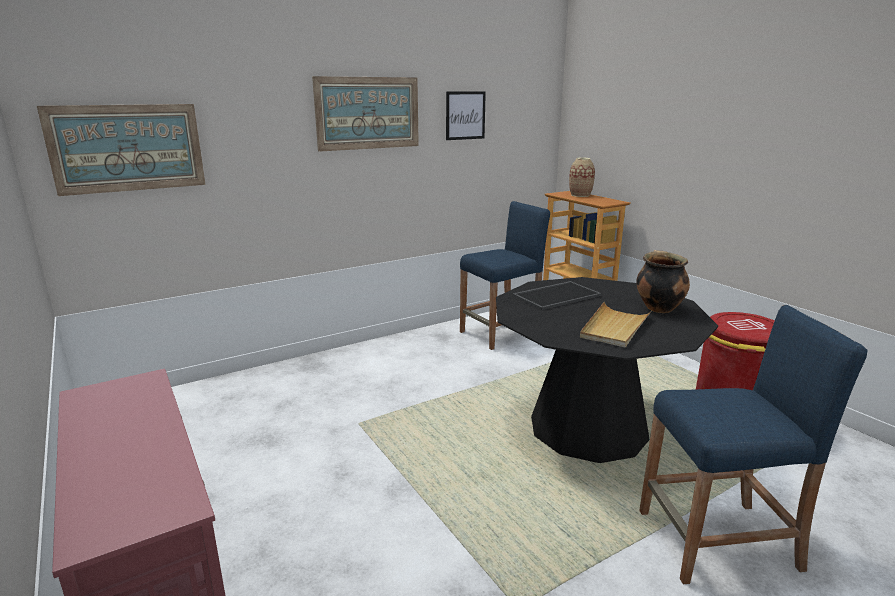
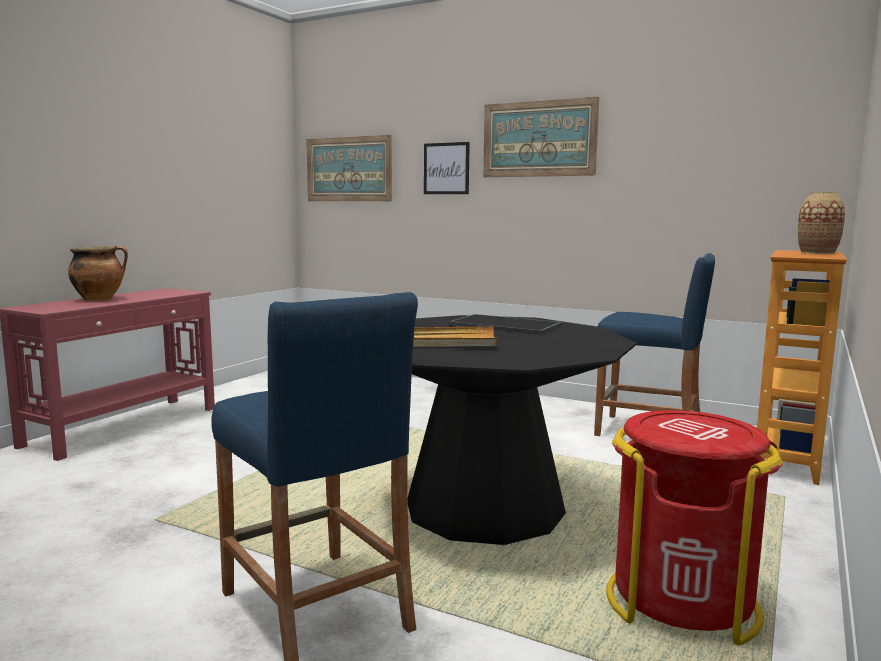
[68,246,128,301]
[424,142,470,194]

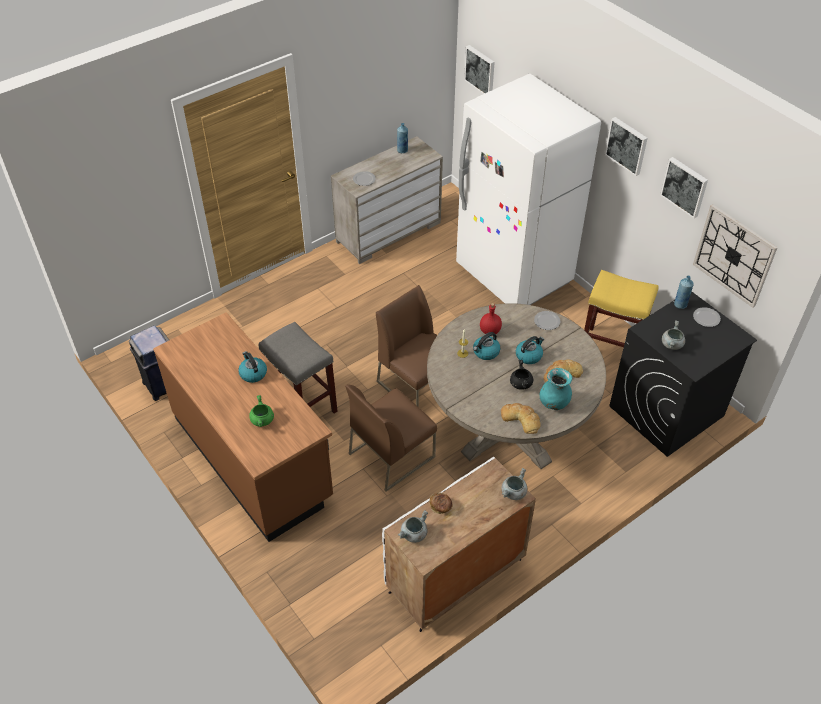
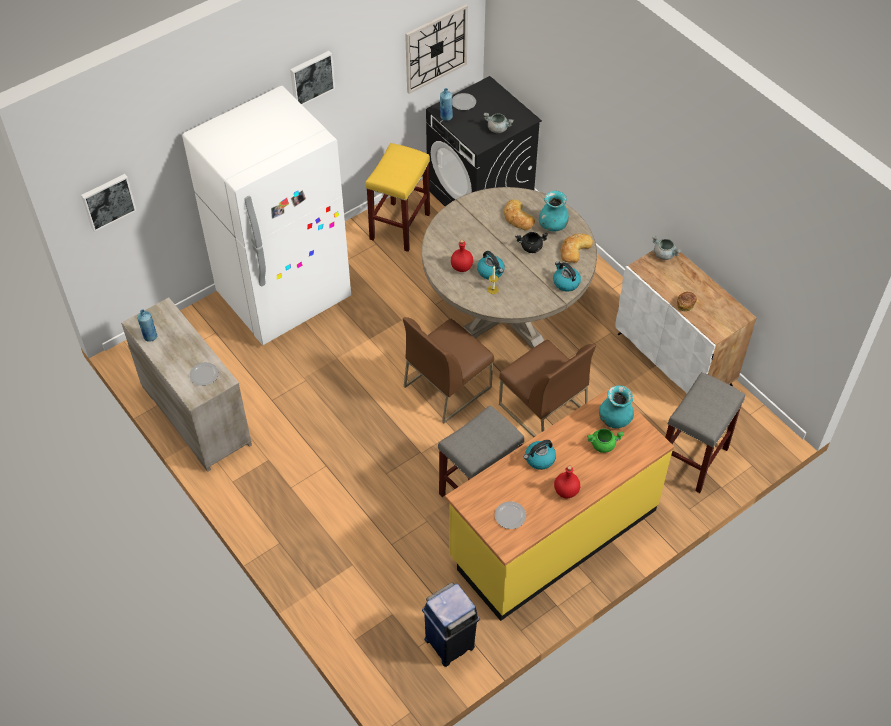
[445,386,674,621]
[495,502,526,529]
[553,261,581,291]
[554,466,580,498]
[599,385,634,428]
[665,372,745,493]
[398,510,428,543] (first image)
[660,157,708,218] (first image)

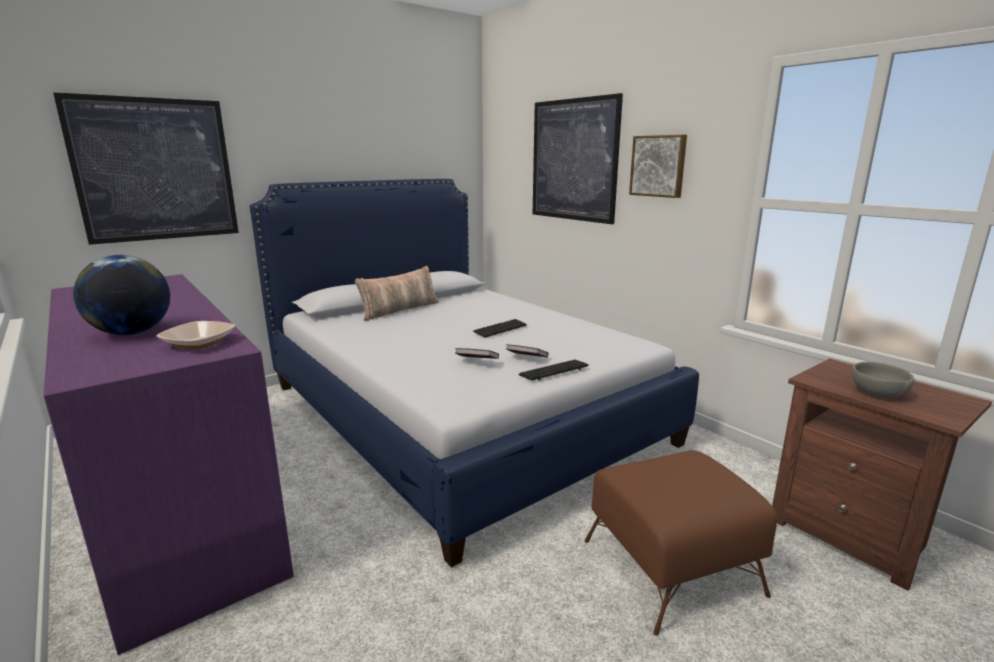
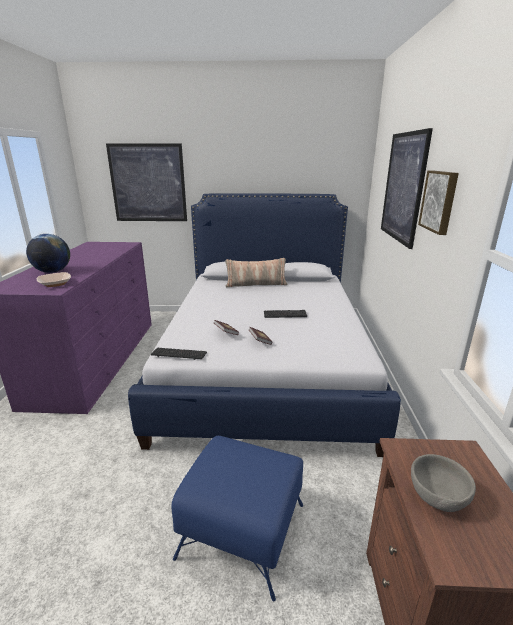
[151,348,207,360]
[171,436,303,601]

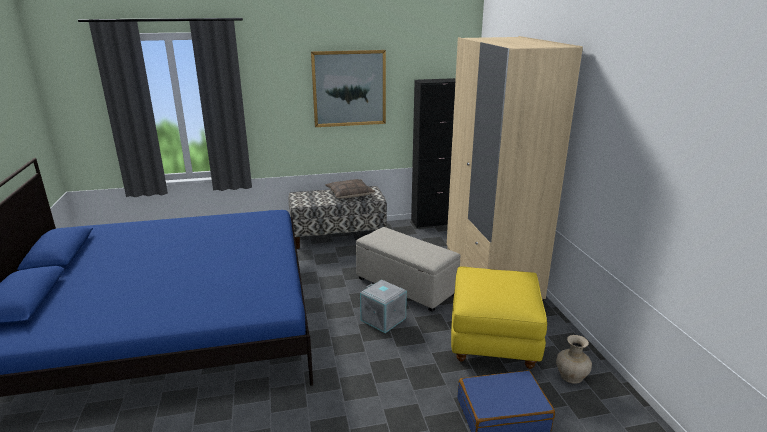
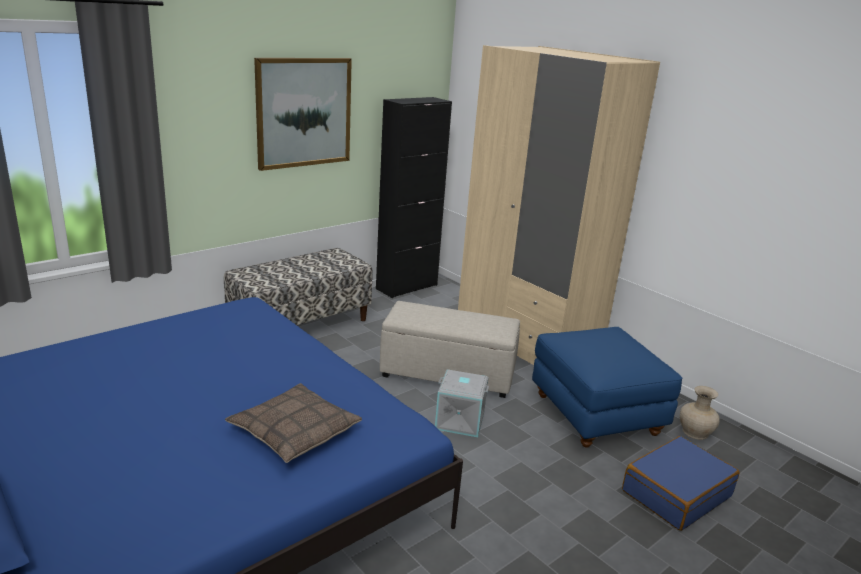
[225,383,362,463]
[532,327,682,448]

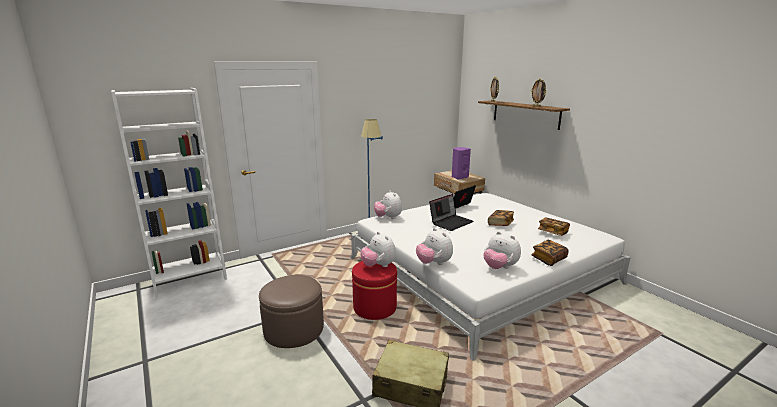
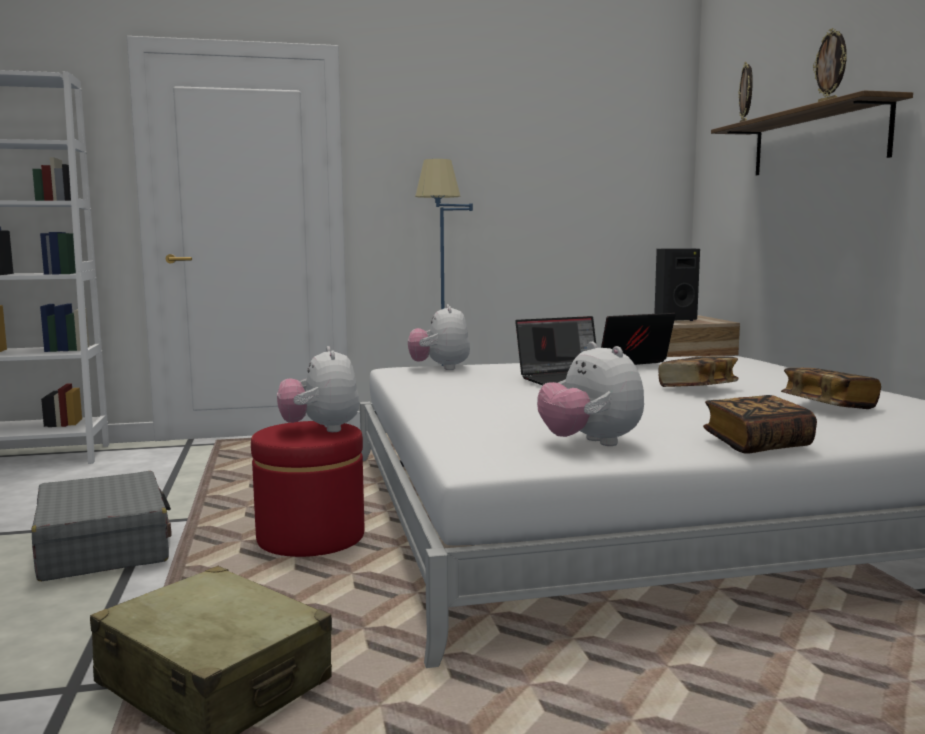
[31,471,171,581]
[654,248,700,321]
[416,228,453,265] (first image)

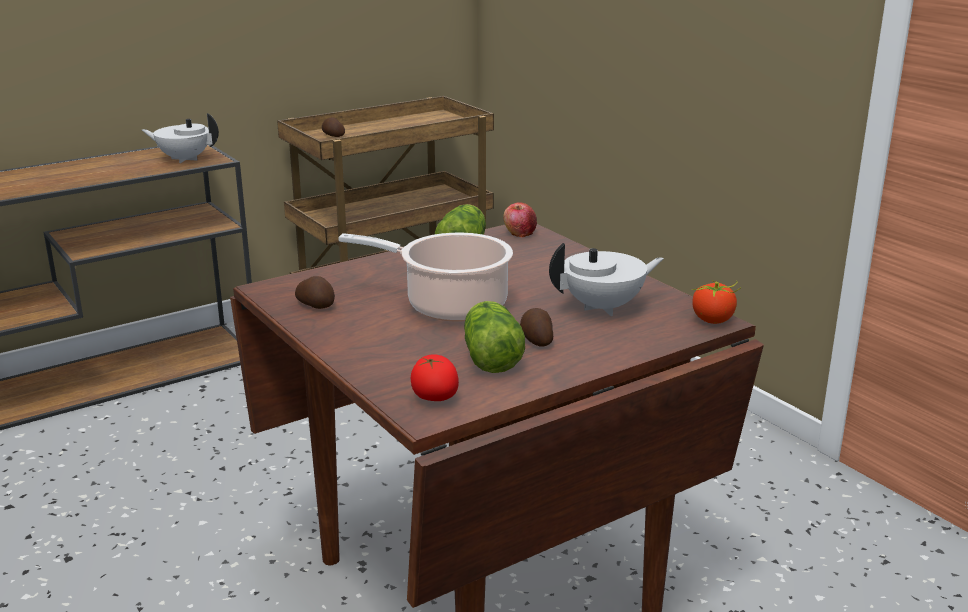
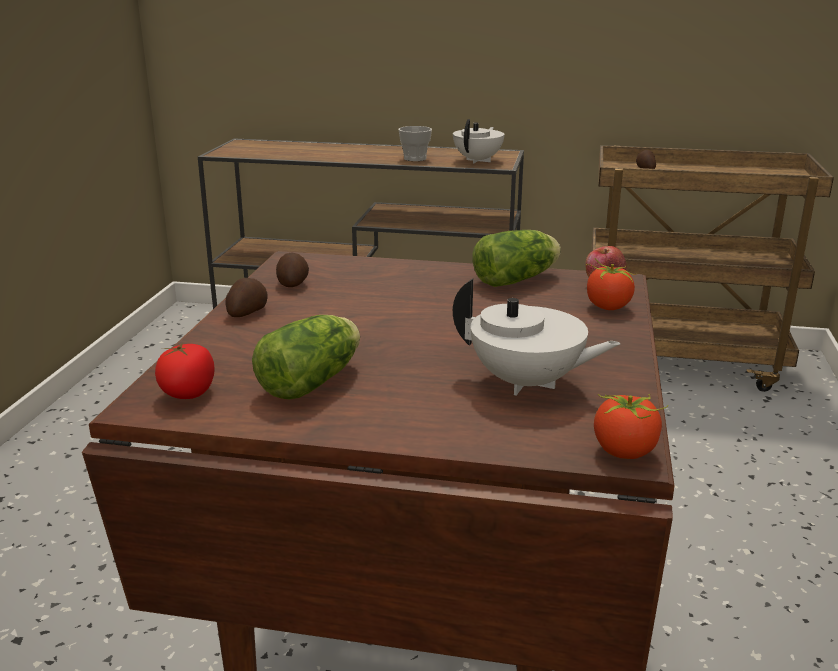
[225,278,268,317]
[399,126,432,161]
[453,119,505,163]
[586,258,636,310]
[338,233,513,321] (first image)

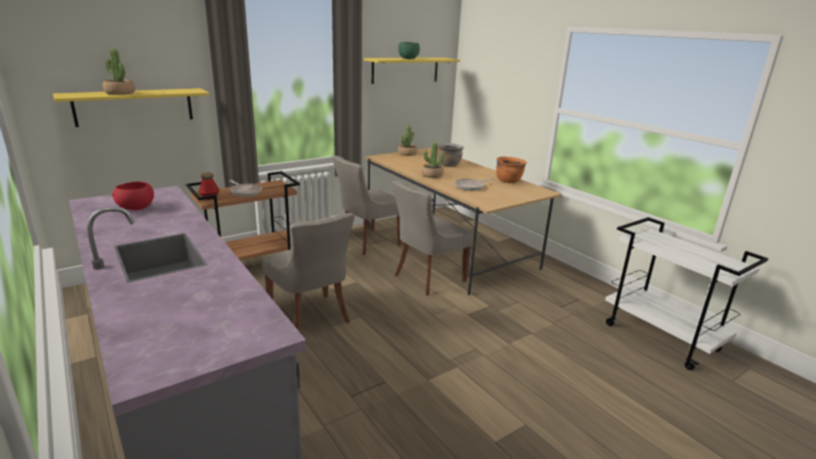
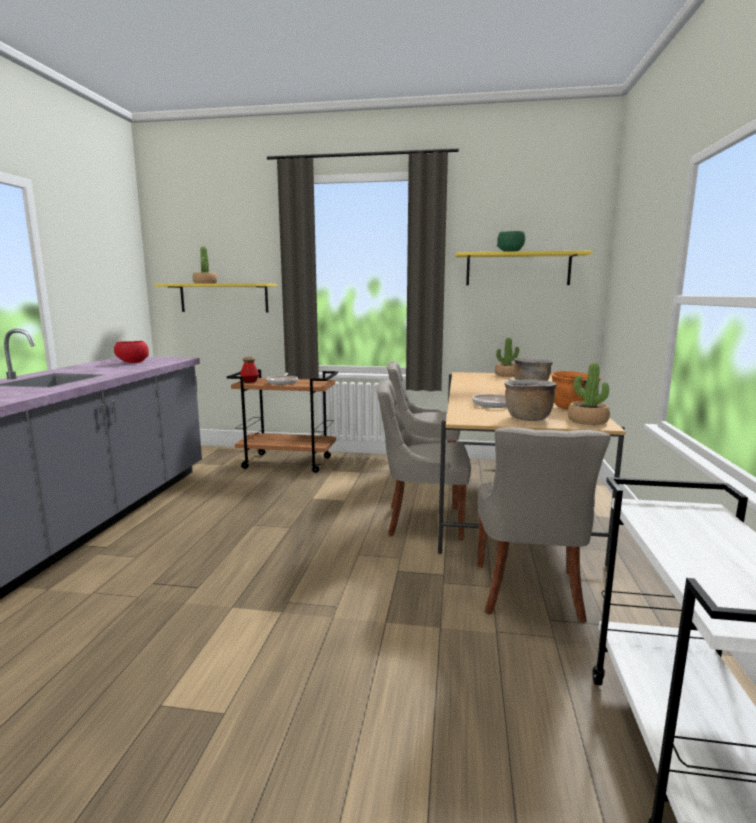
[478,427,611,623]
[504,379,557,421]
[568,363,610,425]

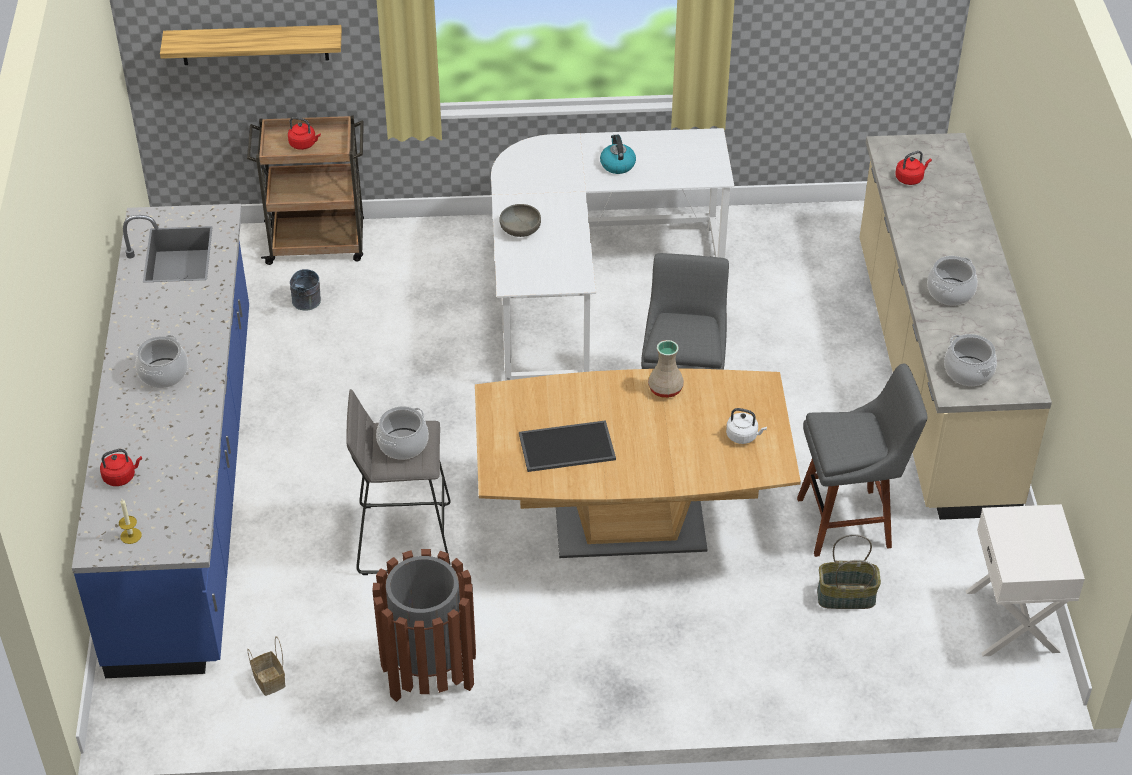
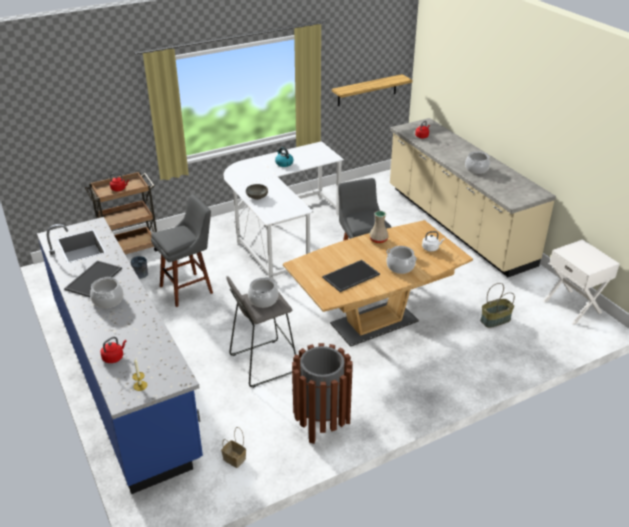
[64,260,122,297]
[151,194,213,307]
[332,74,412,106]
[386,246,417,274]

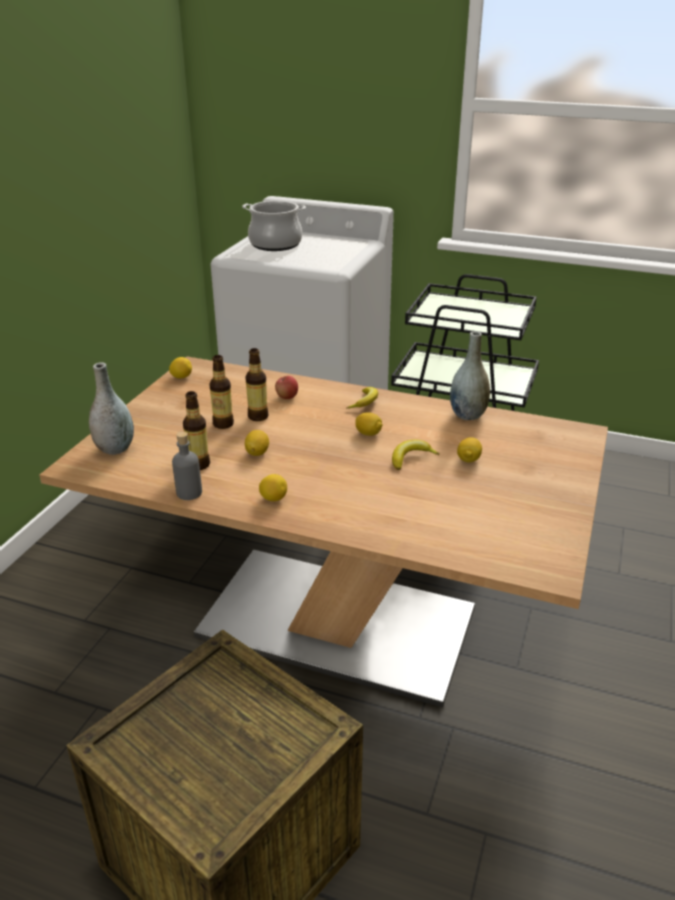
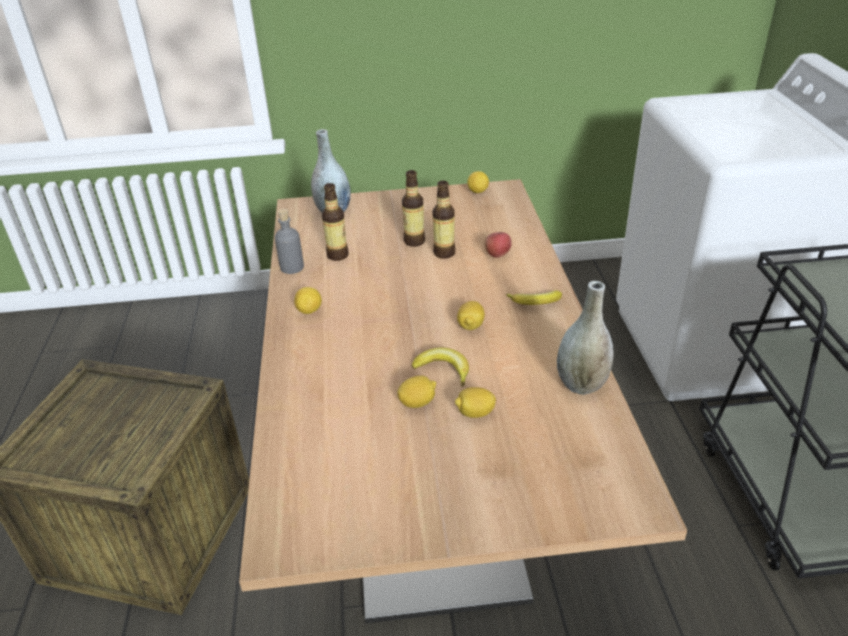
[397,375,436,408]
[242,201,306,251] (first image)

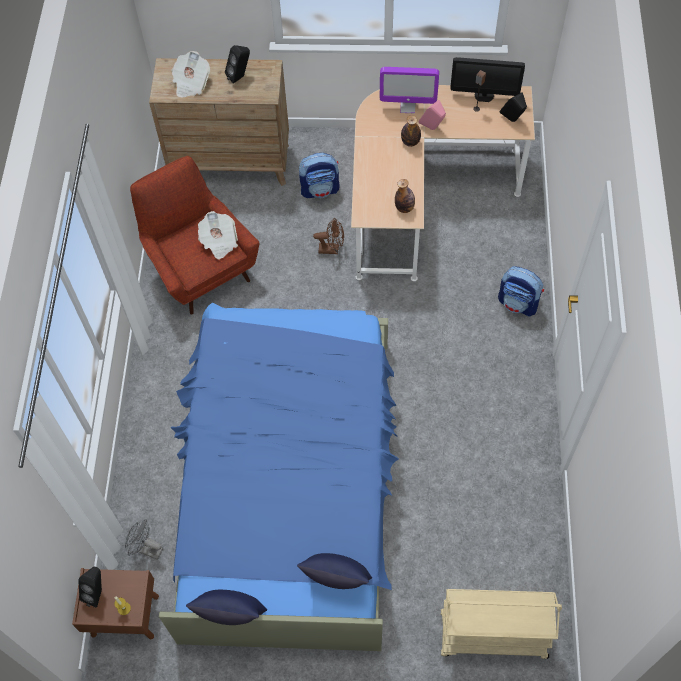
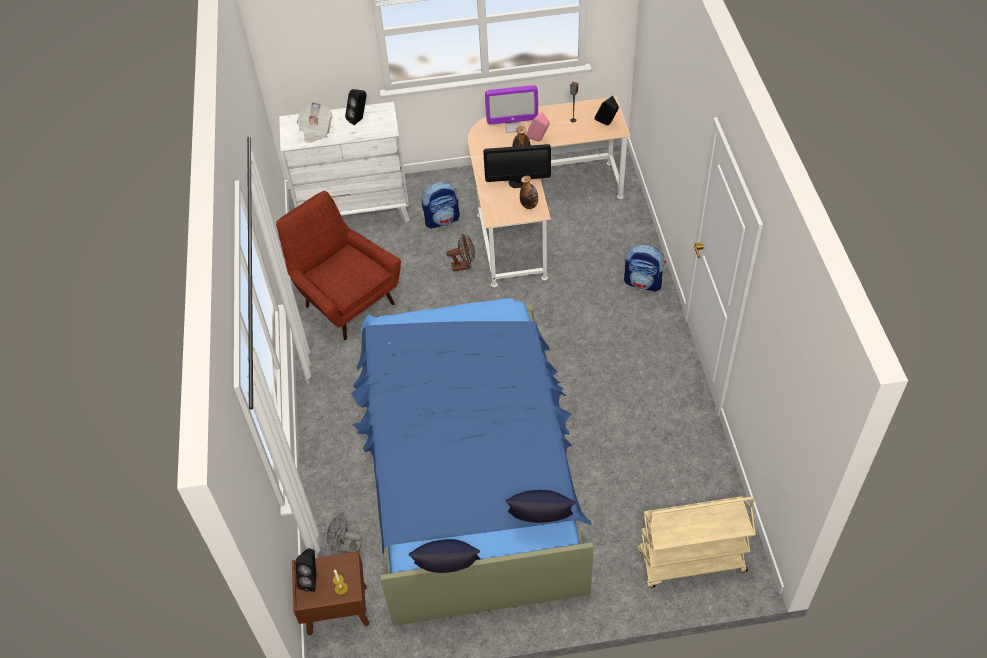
[279,102,410,222]
[483,144,551,188]
[198,211,238,259] (first image)

